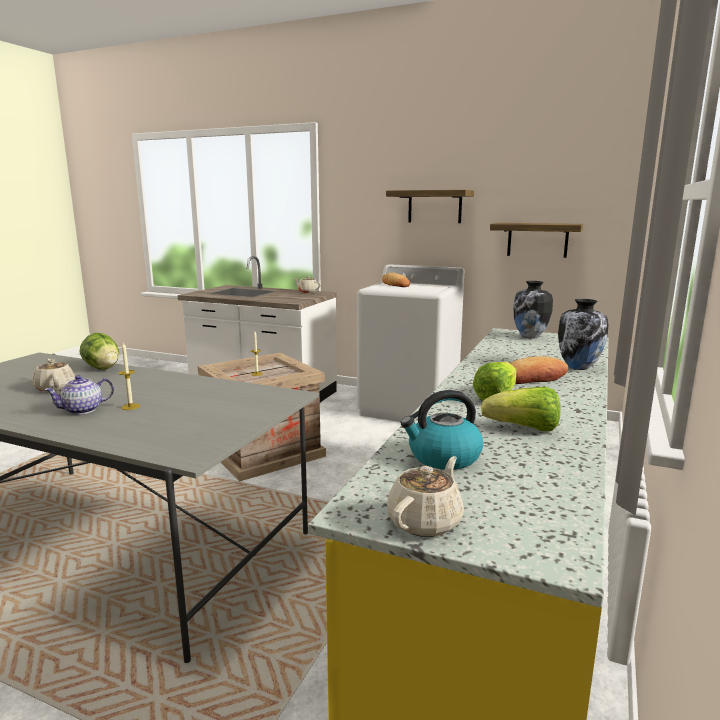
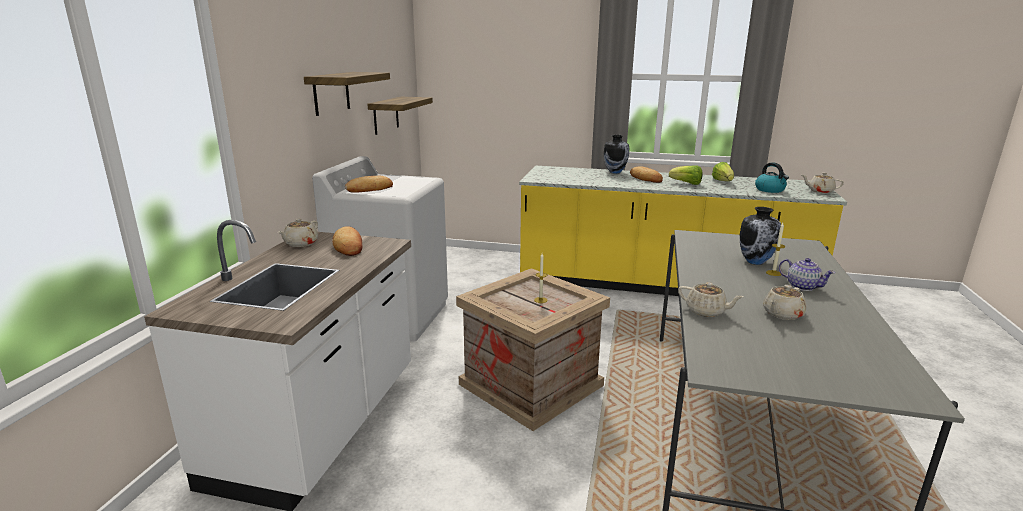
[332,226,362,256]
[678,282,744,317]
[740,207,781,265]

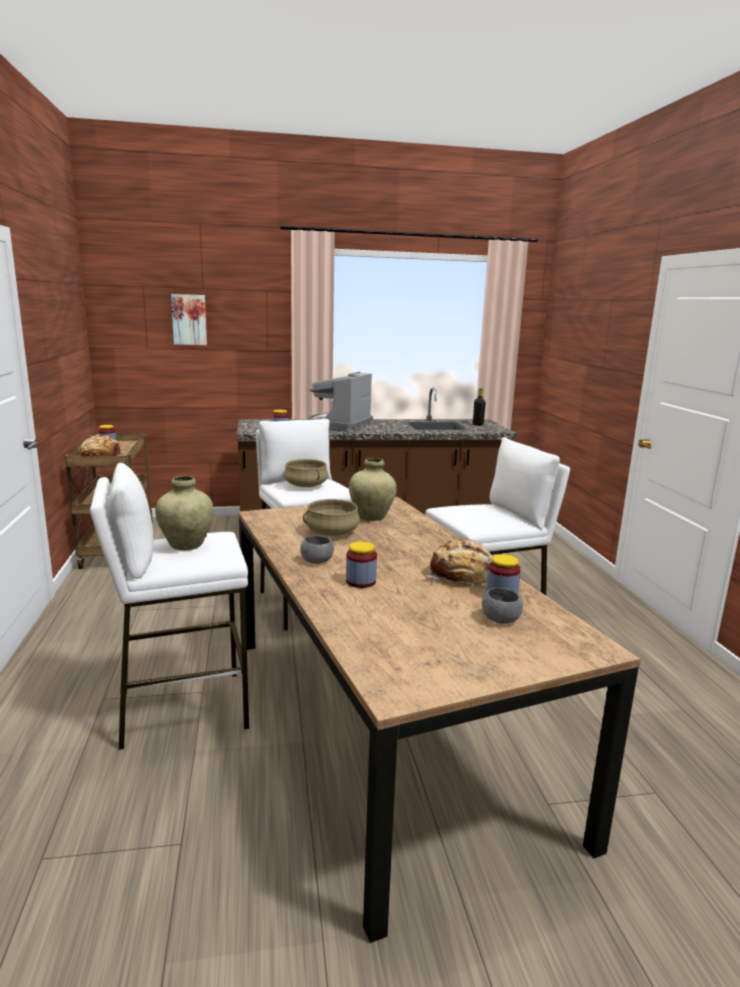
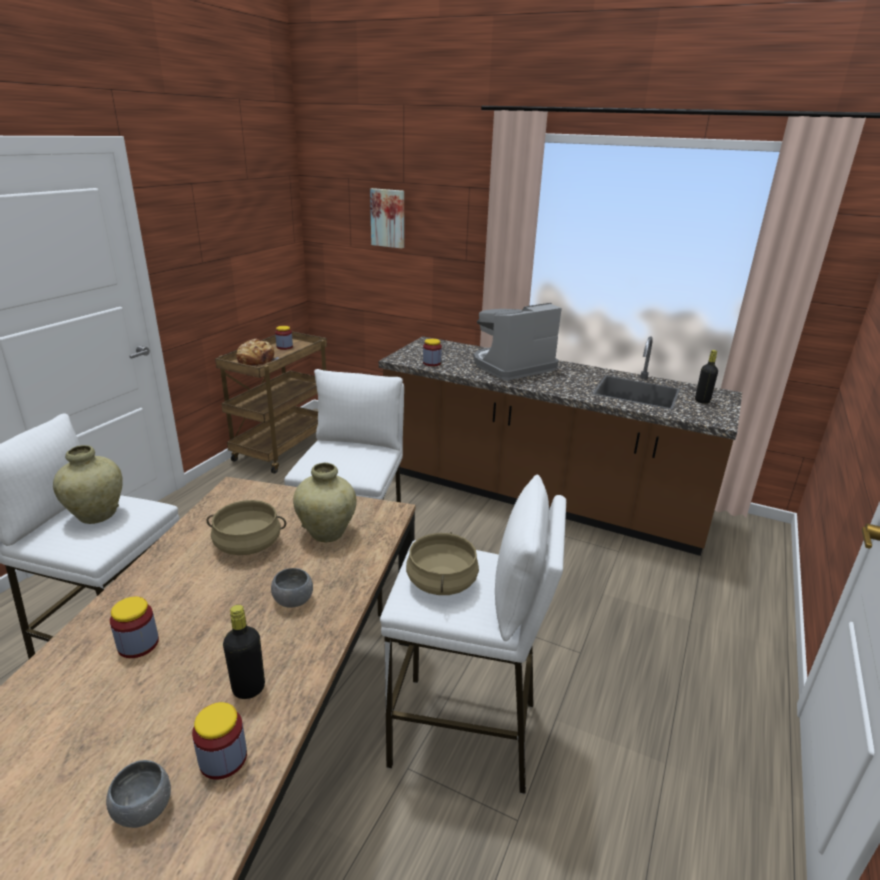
[223,605,265,699]
[271,568,313,608]
[406,532,479,595]

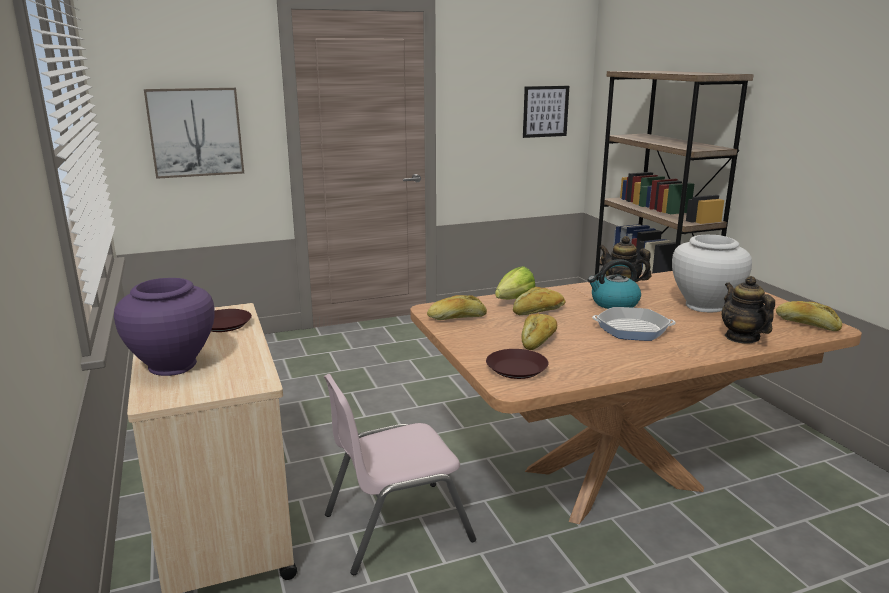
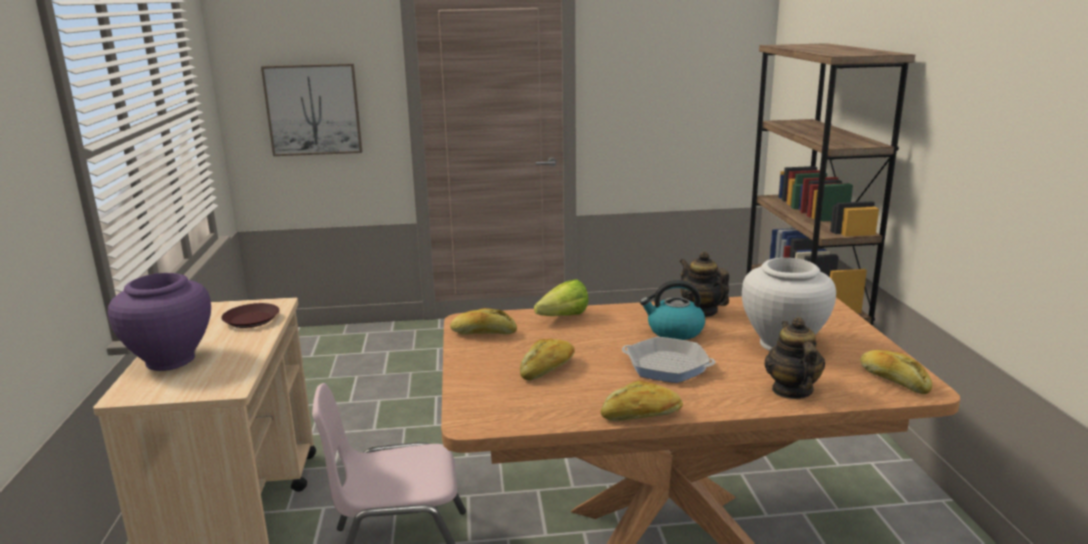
[601,380,683,421]
[486,349,549,379] (first image)
[523,86,569,138] (first image)

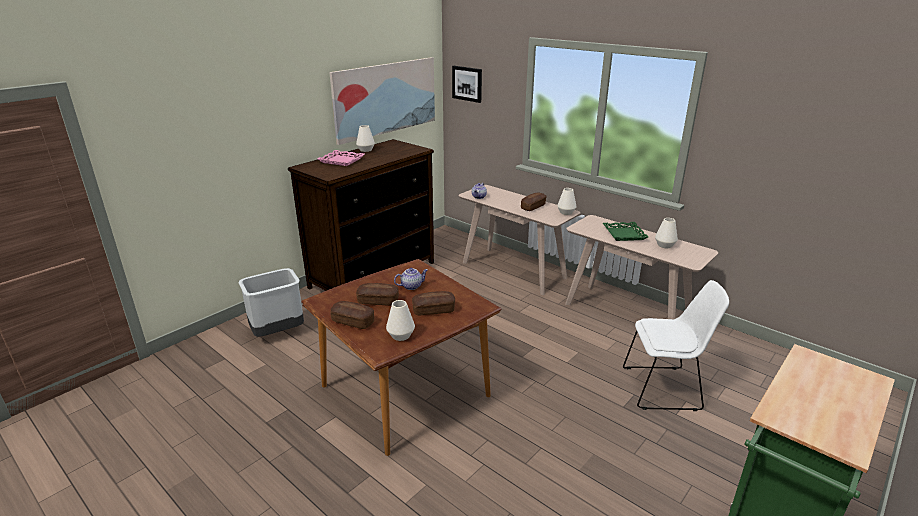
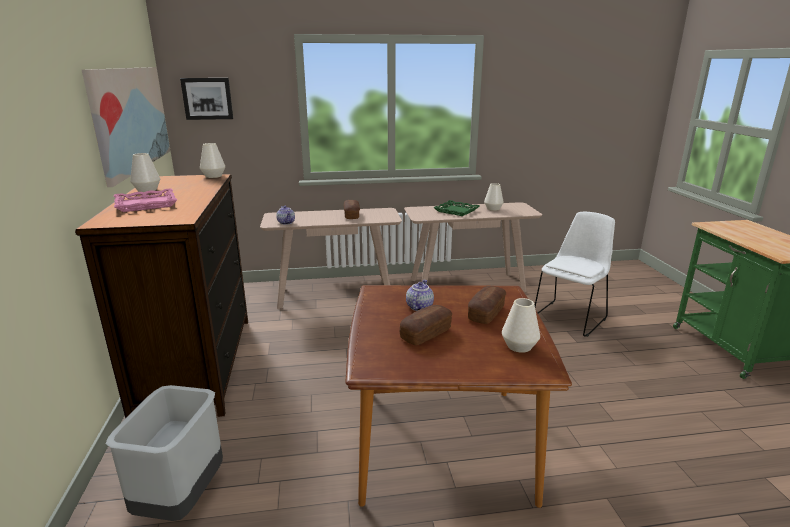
[200,143,225,178]
[330,301,374,329] (first image)

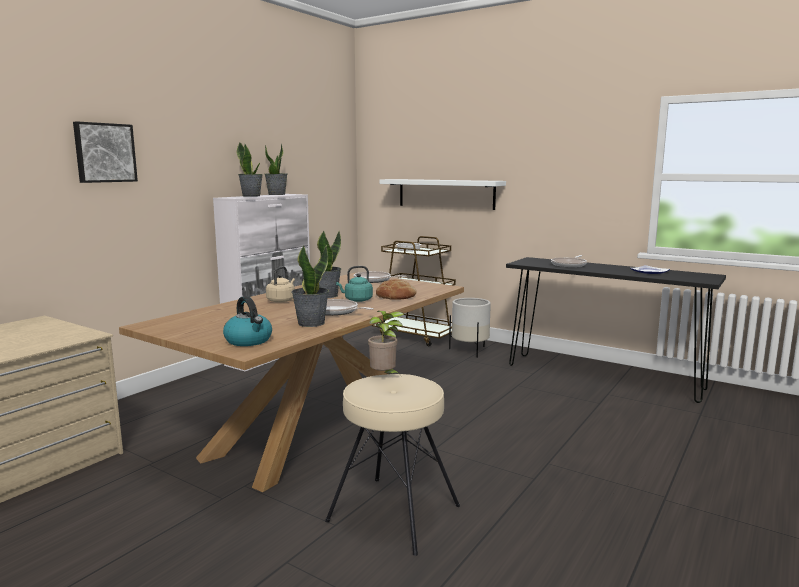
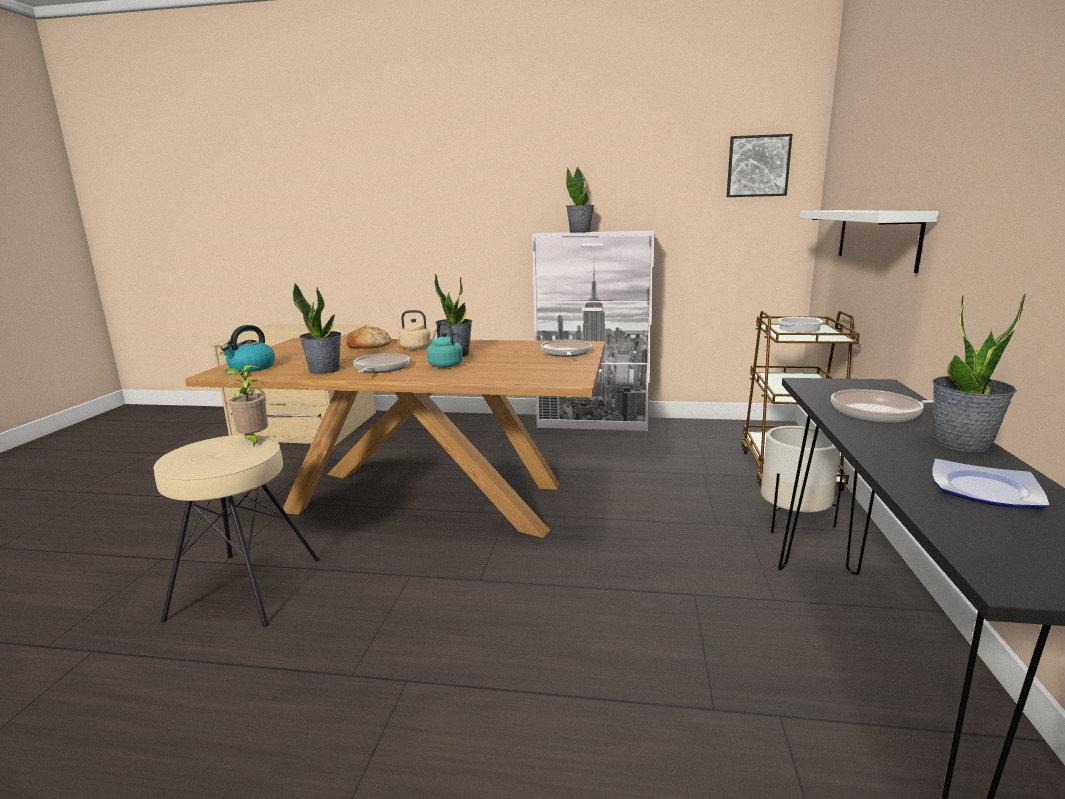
[346,326,391,349]
[727,134,793,197]
[932,293,1026,452]

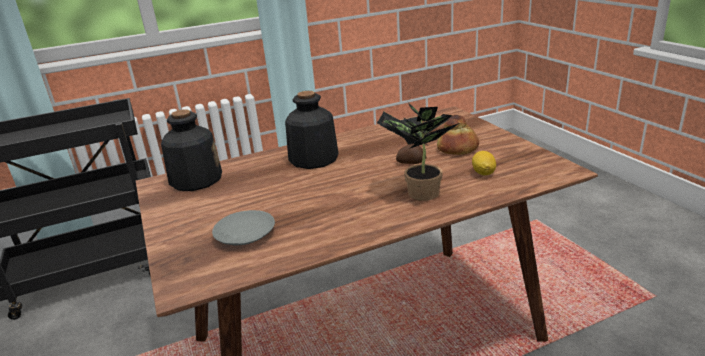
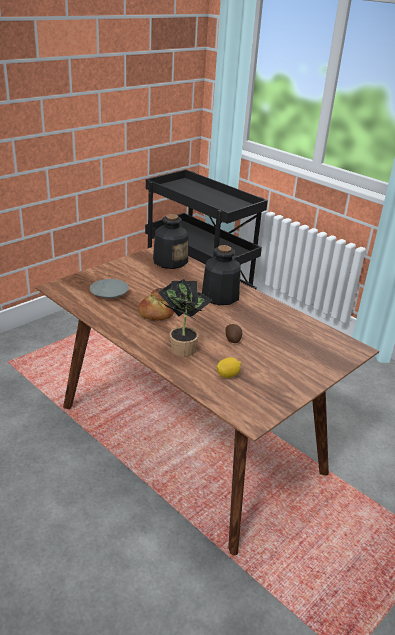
[138,288,174,321]

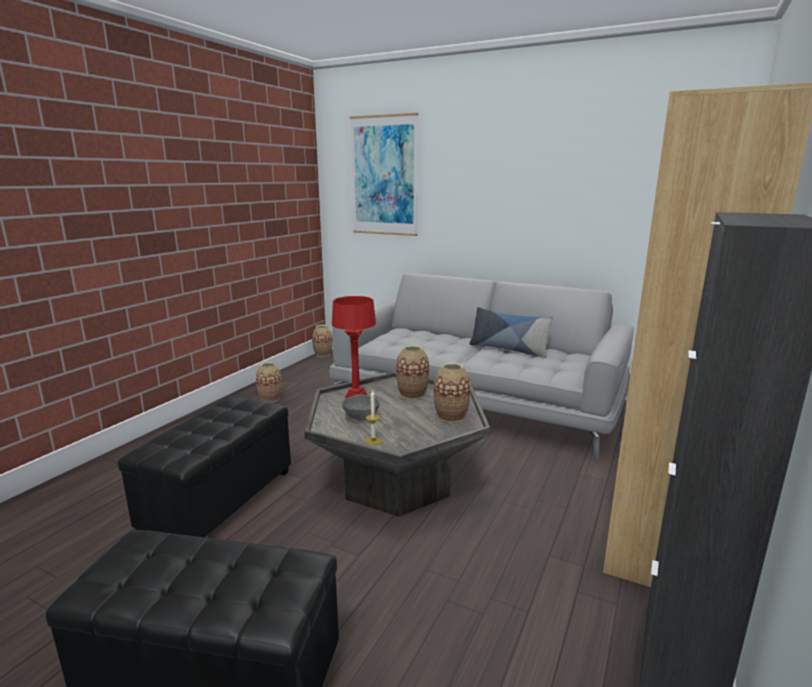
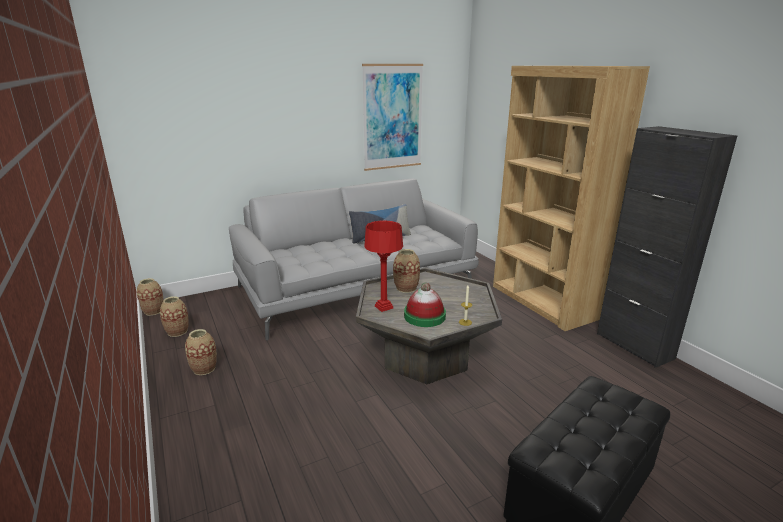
[160,296,189,337]
[362,64,423,171]
[404,283,446,327]
[118,397,291,538] (first image)

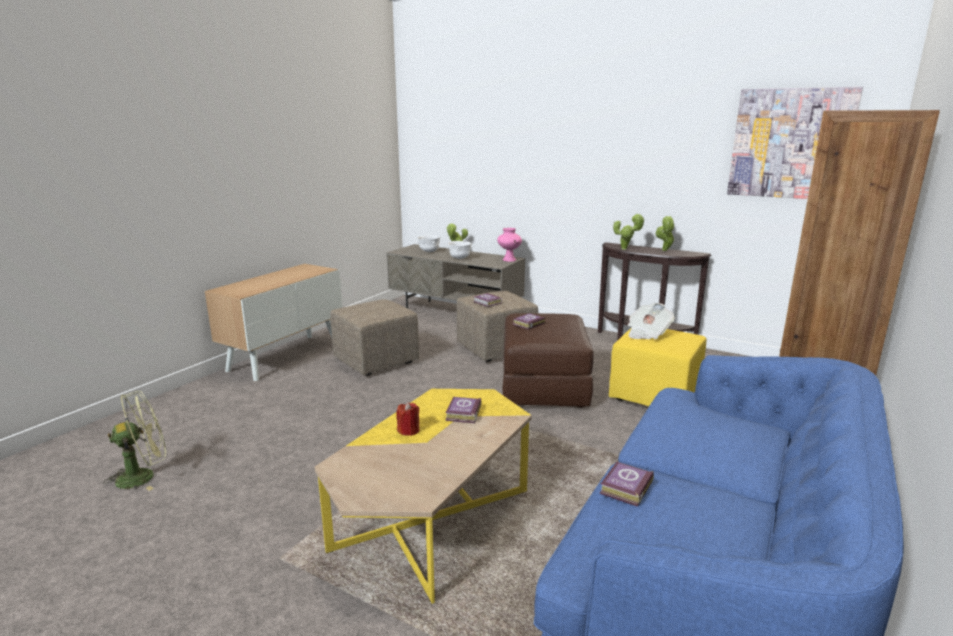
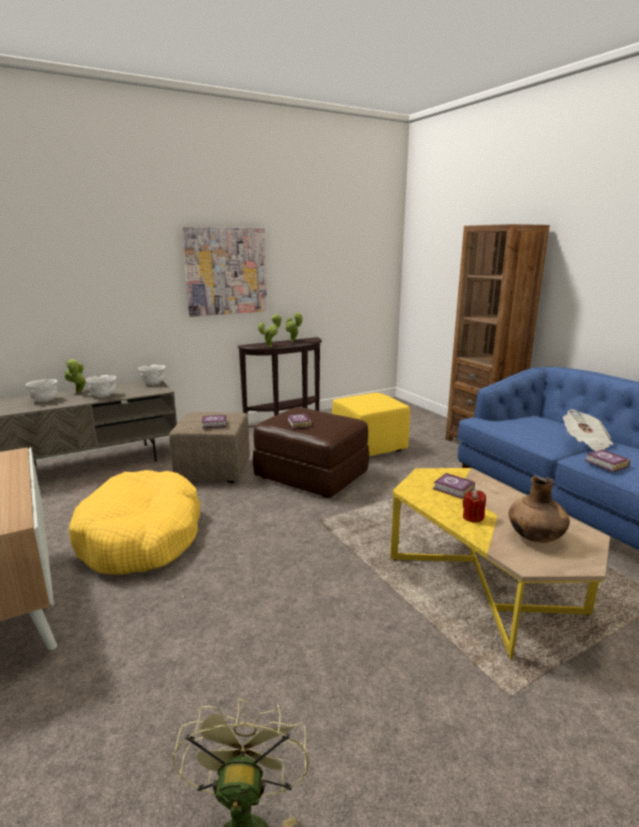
[69,470,200,574]
[138,365,165,385]
[182,227,267,317]
[509,476,570,543]
[563,409,614,451]

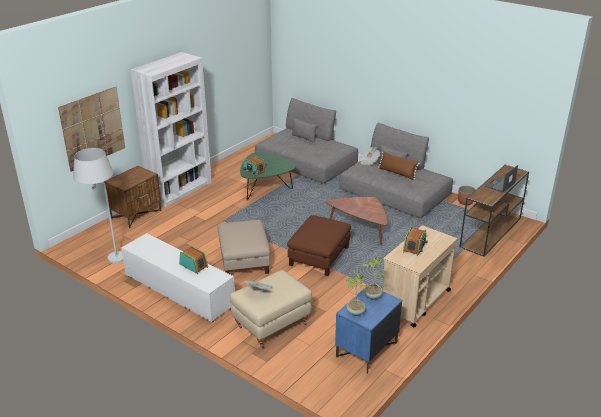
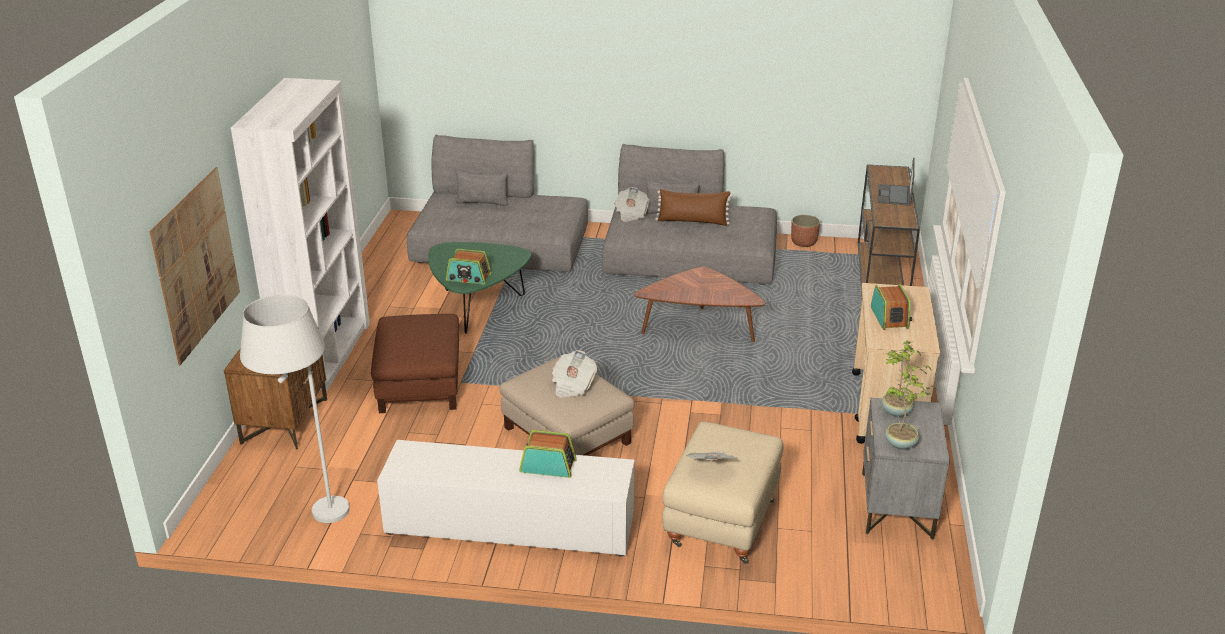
[371,314,459,413]
[552,350,597,398]
[862,398,950,540]

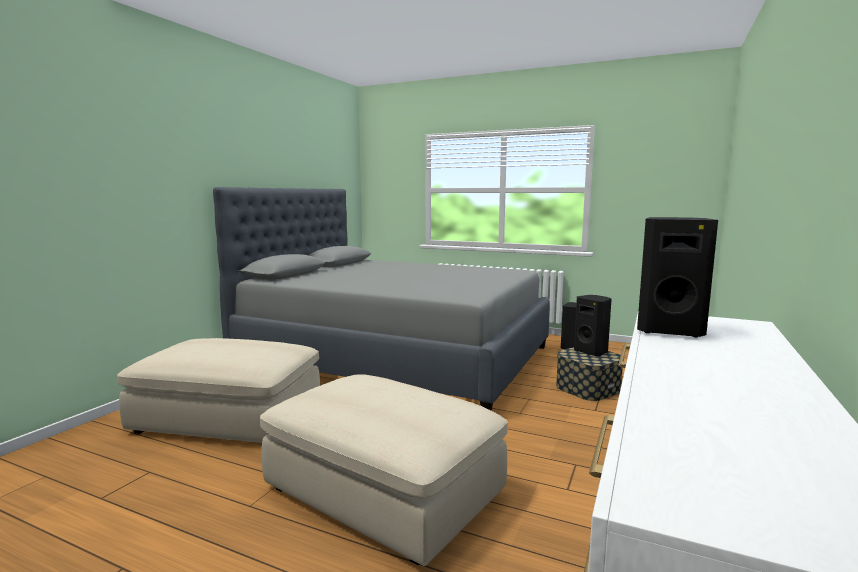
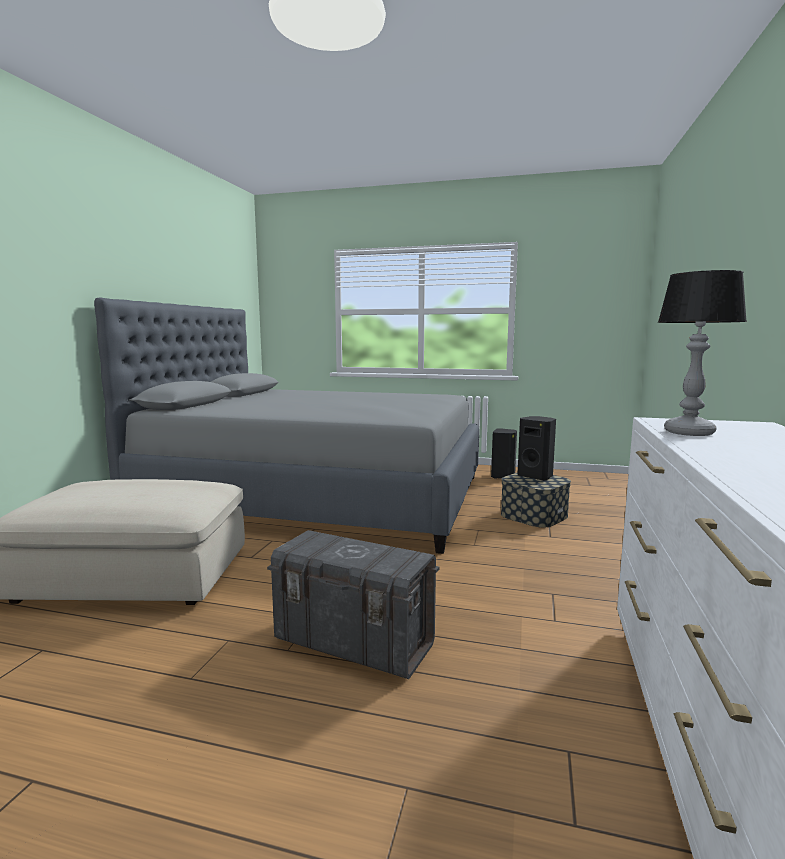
[267,530,439,679]
[658,270,747,436]

